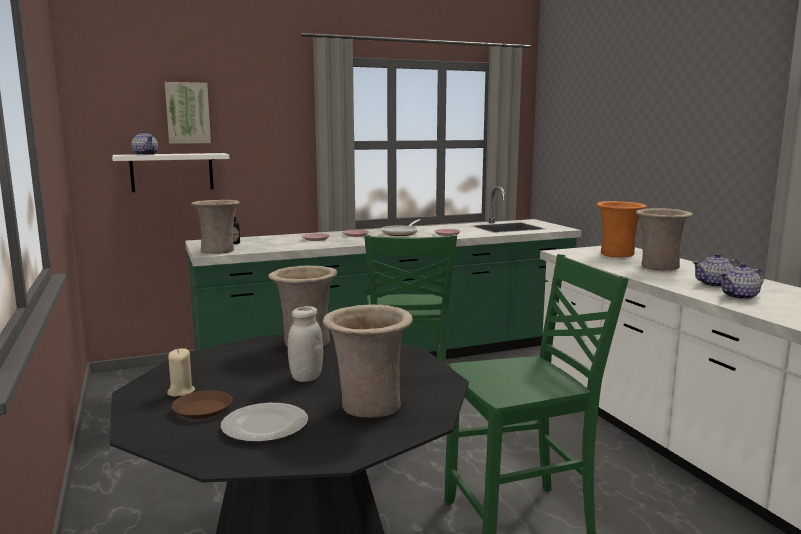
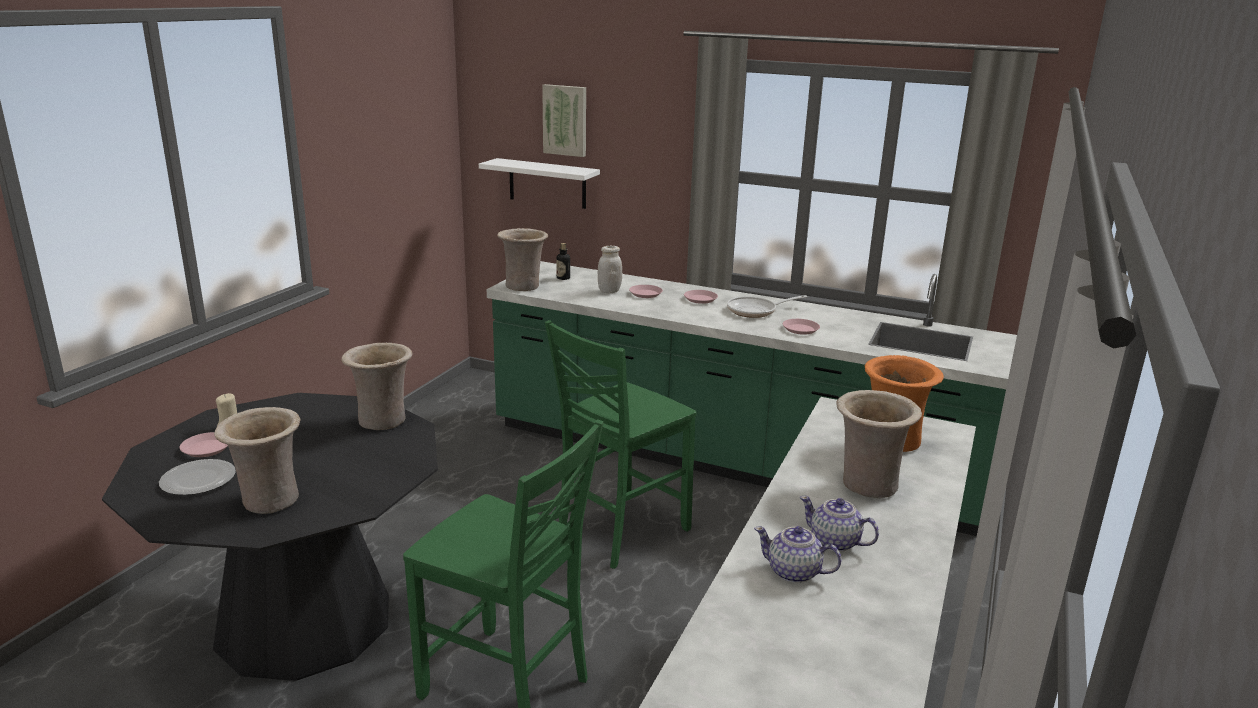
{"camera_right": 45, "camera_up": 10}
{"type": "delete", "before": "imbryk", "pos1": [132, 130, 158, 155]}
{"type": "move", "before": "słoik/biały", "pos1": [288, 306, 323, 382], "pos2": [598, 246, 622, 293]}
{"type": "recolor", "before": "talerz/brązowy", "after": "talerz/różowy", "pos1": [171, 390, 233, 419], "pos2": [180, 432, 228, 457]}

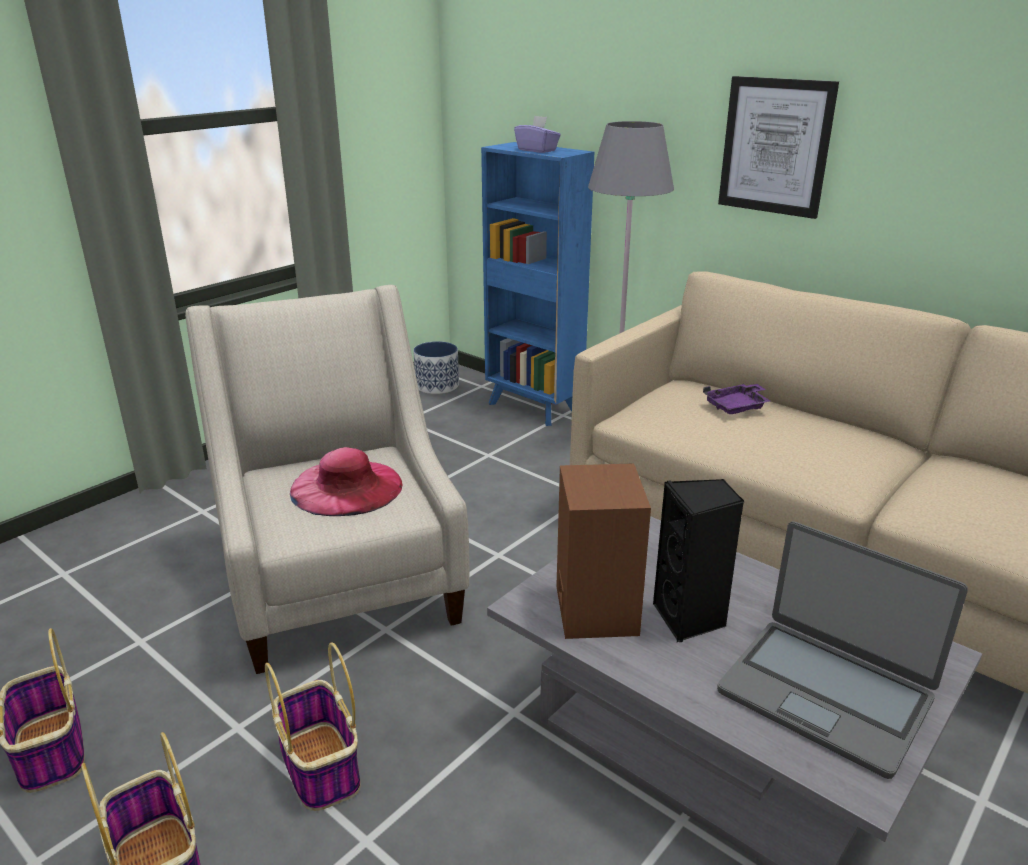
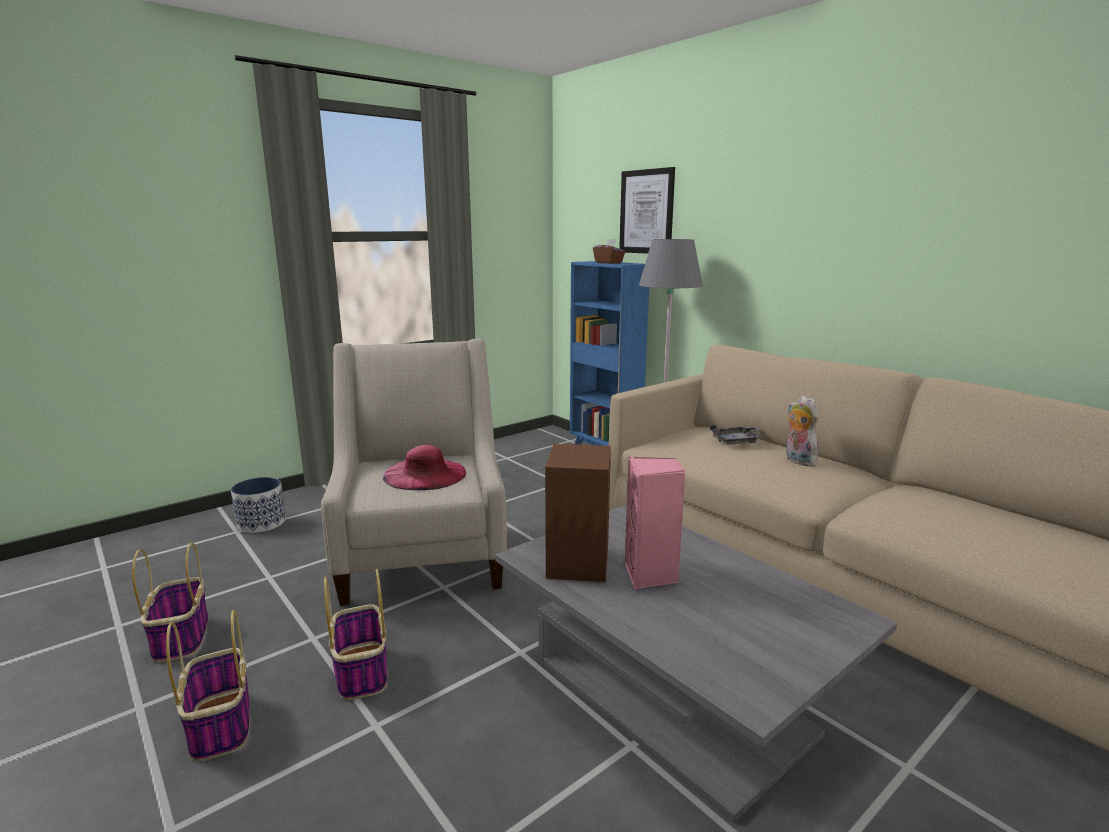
{"camera_right": 10, "camera_up": -10}
{"type": "delete", "before": "laptop", "pos1": [717, 521, 968, 779]}
{"type": "insert", "after": "pluszak", "pos2": [786, 396, 818, 466]}
{"type": "move", "before": "donica", "pos1": [413, 341, 459, 394], "pos2": [231, 477, 286, 533]}
{"type": "move", "before": "obraz", "pos1": [718, 76, 839, 219], "pos2": [619, 167, 675, 254]}
{"type": "recolor", "before": "pudełko chusteczek/fioletowy", "after": "pudełko chusteczek/brązowy", "pos1": [514, 116, 561, 153], "pos2": [593, 239, 626, 264]}
{"type": "recolor", "before": "głośnik/czarny", "after": "głośnik/różowy", "pos1": [653, 479, 744, 642], "pos2": [625, 456, 685, 589]}
{"type": "recolor", "before": "taca/fioletowy", "after": "taca/szary", "pos1": [703, 384, 771, 414], "pos2": [710, 425, 762, 445]}

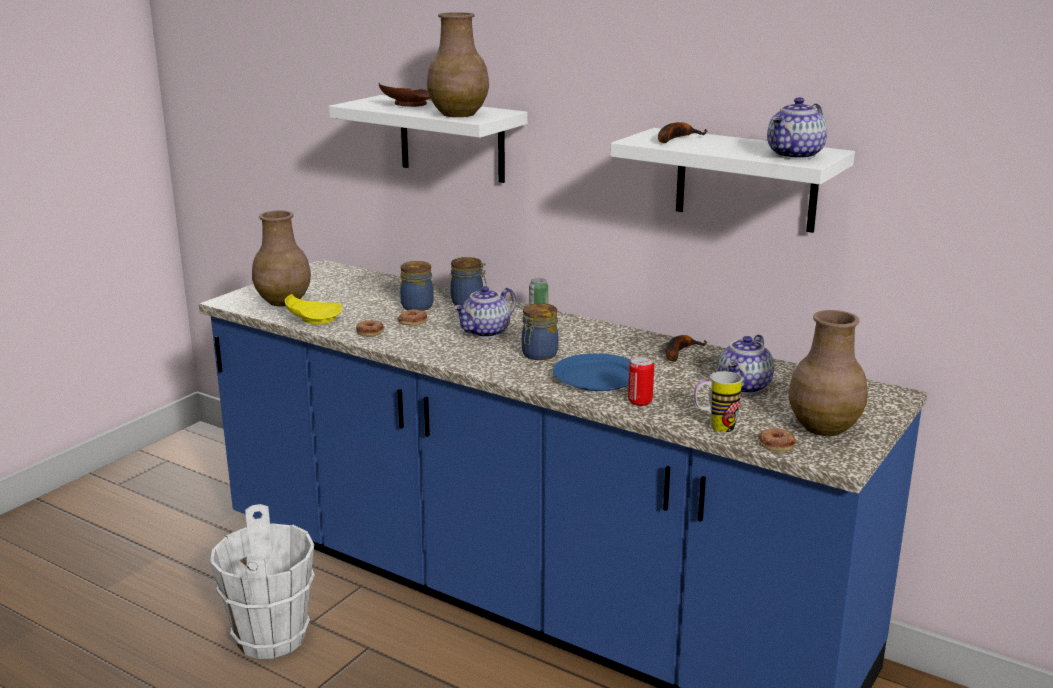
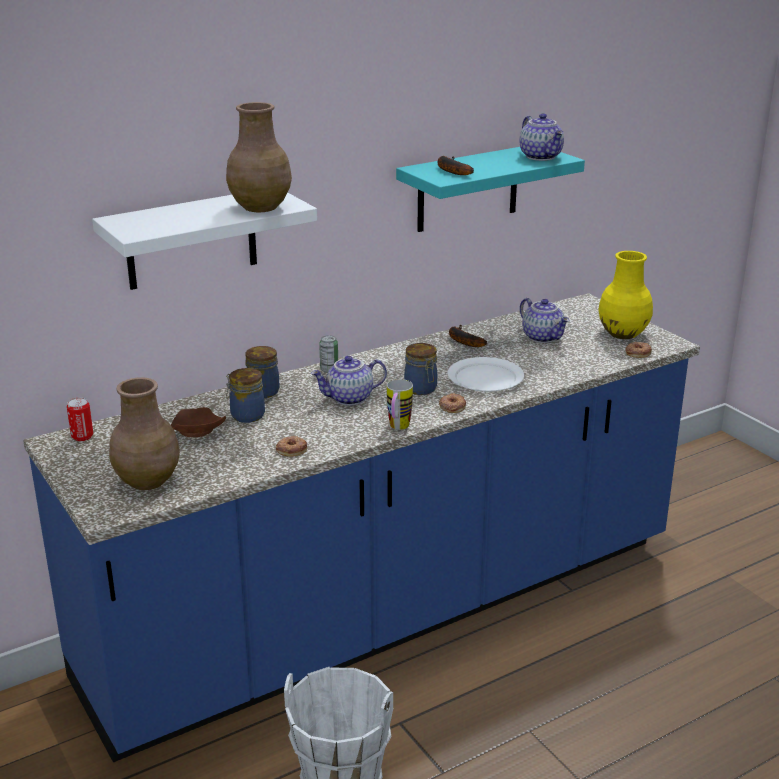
{"camera_right": -65, "camera_up": 5}
{"type": "delete", "before": "talerz/żółty", "pos1": [285, 294, 343, 325]}
{"type": "move", "before": "talerz/brązowy", "pos1": [379, 83, 430, 107], "pos2": [171, 407, 226, 437]}
{"type": "move", "before": "donut", "pos1": [398, 309, 427, 326], "pos2": [439, 393, 466, 413]}
{"type": "move", "before": "puszka", "pos1": [628, 356, 654, 406], "pos2": [67, 398, 93, 441]}
{"type": "move", "before": "kubek", "pos1": [694, 371, 742, 432], "pos2": [387, 379, 413, 430]}
{"type": "recolor", "before": "talerz/niebieski", "after": "talerz/biały", "pos1": [553, 353, 631, 391], "pos2": [447, 357, 524, 392]}
{"type": "recolor", "before": "półka/biały", "after": "półka/turkusowy", "pos1": [610, 128, 855, 233], "pos2": [396, 147, 585, 232]}
{"type": "recolor", "before": "wazon/brązowy", "after": "wazon/żółty", "pos1": [788, 310, 868, 436], "pos2": [598, 251, 653, 339]}
{"type": "rotate", "before": "imbryk", "pos1": [454, 286, 516, 338], "pos2": [311, 356, 387, 406], "turn": 90}

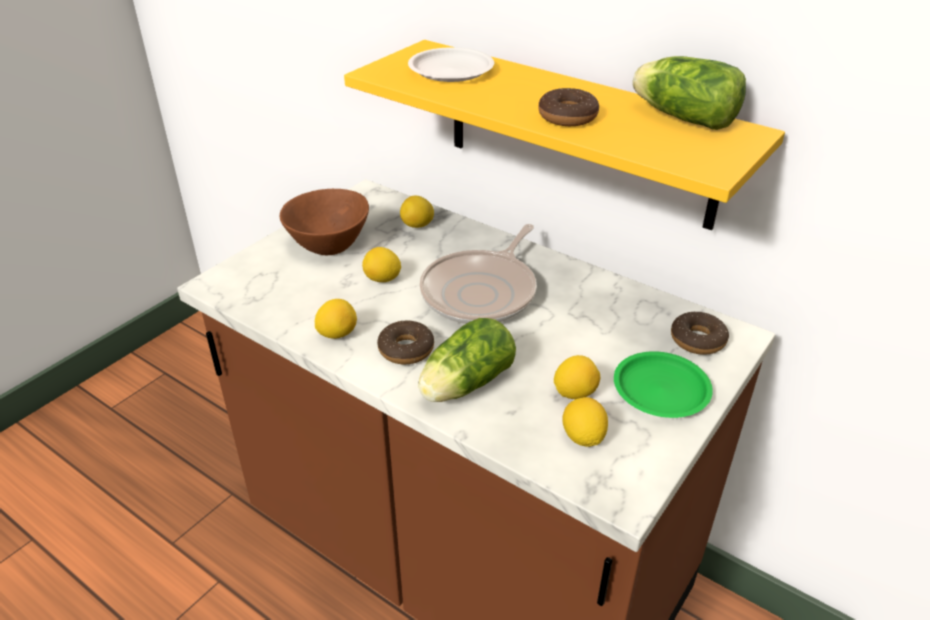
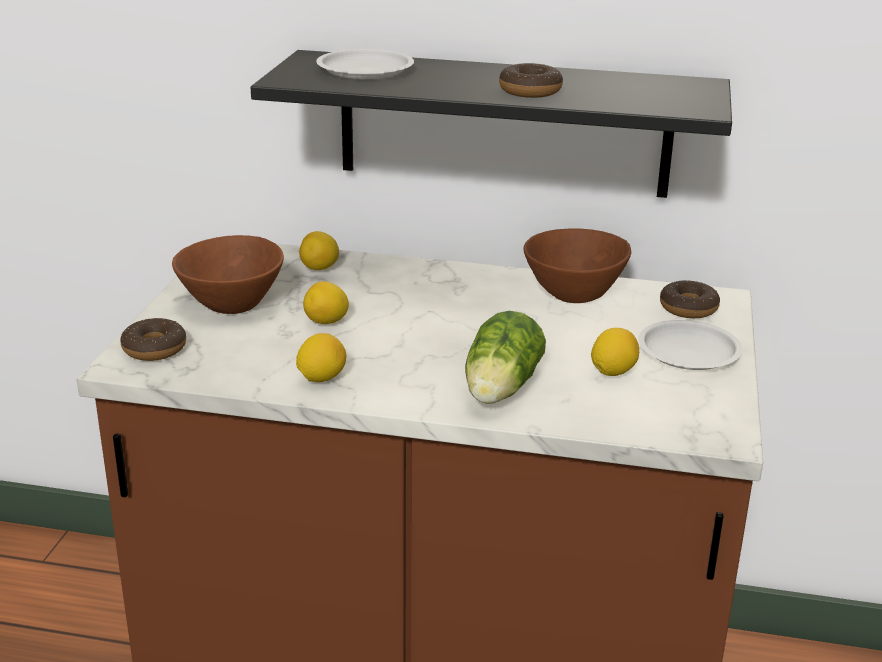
{"camera_right": -25, "camera_up": -10}
{"type": "delete", "before": "patelnia", "pos1": [420, 224, 537, 324]}
{"type": "delete", "before": "cytryna", "pos1": [562, 397, 608, 447]}
{"type": "delete", "before": "sałata", "pos1": [633, 56, 746, 130]}
{"type": "insert", "after": "miska/brązowy", "pos2": [524, 228, 631, 303]}
{"type": "move", "before": "donut", "pos1": [377, 320, 434, 364], "pos2": [120, 318, 186, 361]}
{"type": "recolor", "before": "półka/żółty", "after": "półka/czarny", "pos1": [344, 40, 785, 230], "pos2": [251, 50, 732, 198]}
{"type": "recolor", "before": "talerz/zielony", "after": "talerz/biały", "pos1": [614, 351, 713, 418], "pos2": [638, 320, 742, 370]}

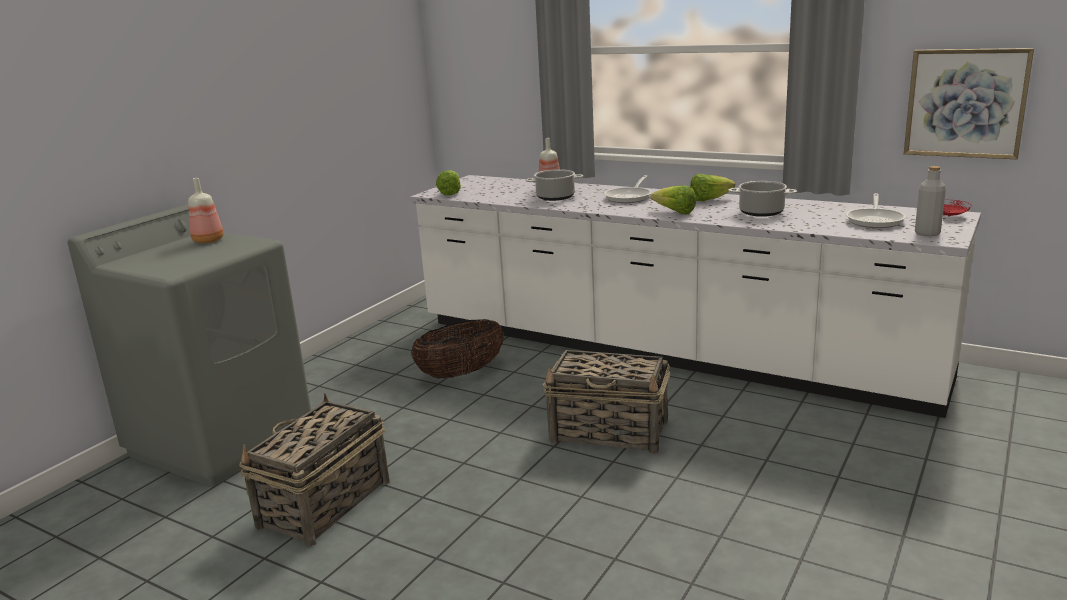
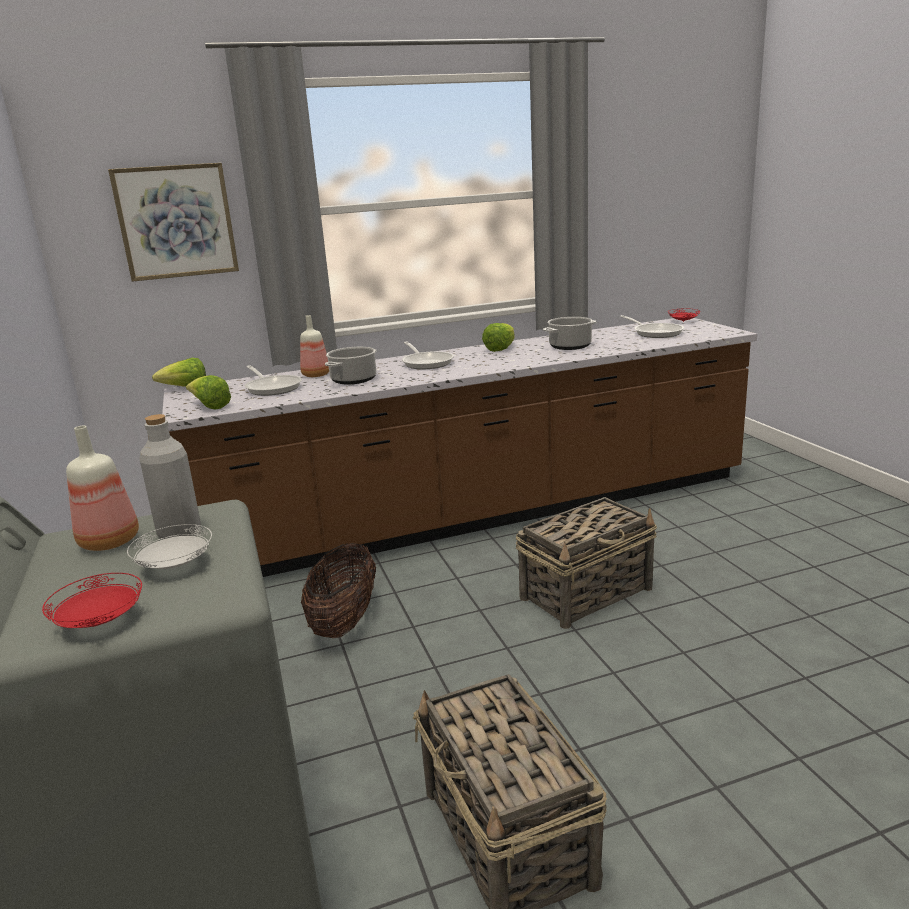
{"camera_right": -50, "camera_up": 0}
{"type": "insert", "after": "talerz/czerwony", "pos2": [42, 573, 142, 628]}
{"type": "insert", "after": "talerz/biały", "pos2": [127, 524, 212, 569]}
{"type": "insert", "after": "patelnia", "pos2": [245, 365, 302, 396]}
{"type": "move", "before": "sałata", "pos1": [650, 185, 696, 214], "pos2": [152, 358, 206, 387]}
{"type": "move", "before": "obraz", "pos1": [904, 48, 1034, 159], "pos2": [108, 163, 239, 282]}
{"type": "move", "before": "butelka/szary", "pos1": [915, 166, 946, 237], "pos2": [139, 414, 201, 539]}
{"type": "recolor", "before": "zabudowa kuchenna/biały", "after": "zabudowa kuchenna/brązowy", "pos1": [410, 175, 981, 418], "pos2": [162, 318, 757, 577]}

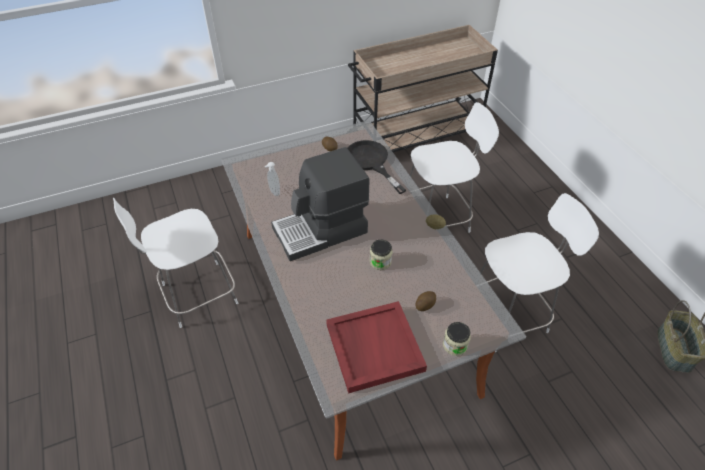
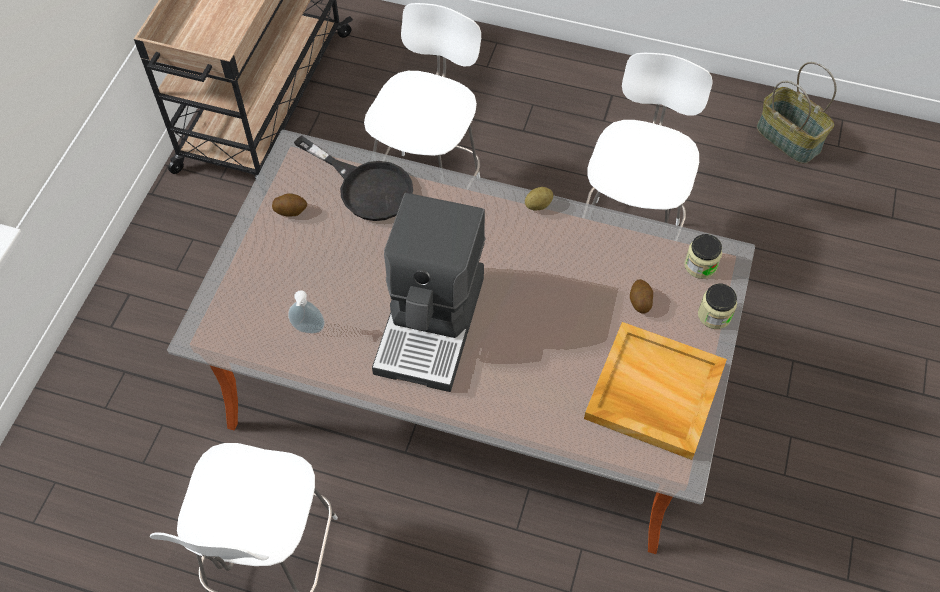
{"camera_right": -50, "camera_up": 10}
{"type": "move", "before": "słoik", "pos1": [370, 240, 392, 270], "pos2": [684, 234, 722, 279]}
{"type": "recolor", "before": "taca/czerwony", "after": "taca/beżowy", "pos1": [326, 301, 427, 394], "pos2": [584, 322, 727, 460]}
{"type": "rotate", "before": "patelnia/czarny", "pos1": [348, 140, 406, 194], "pos2": [294, 136, 413, 221], "turn": -150}

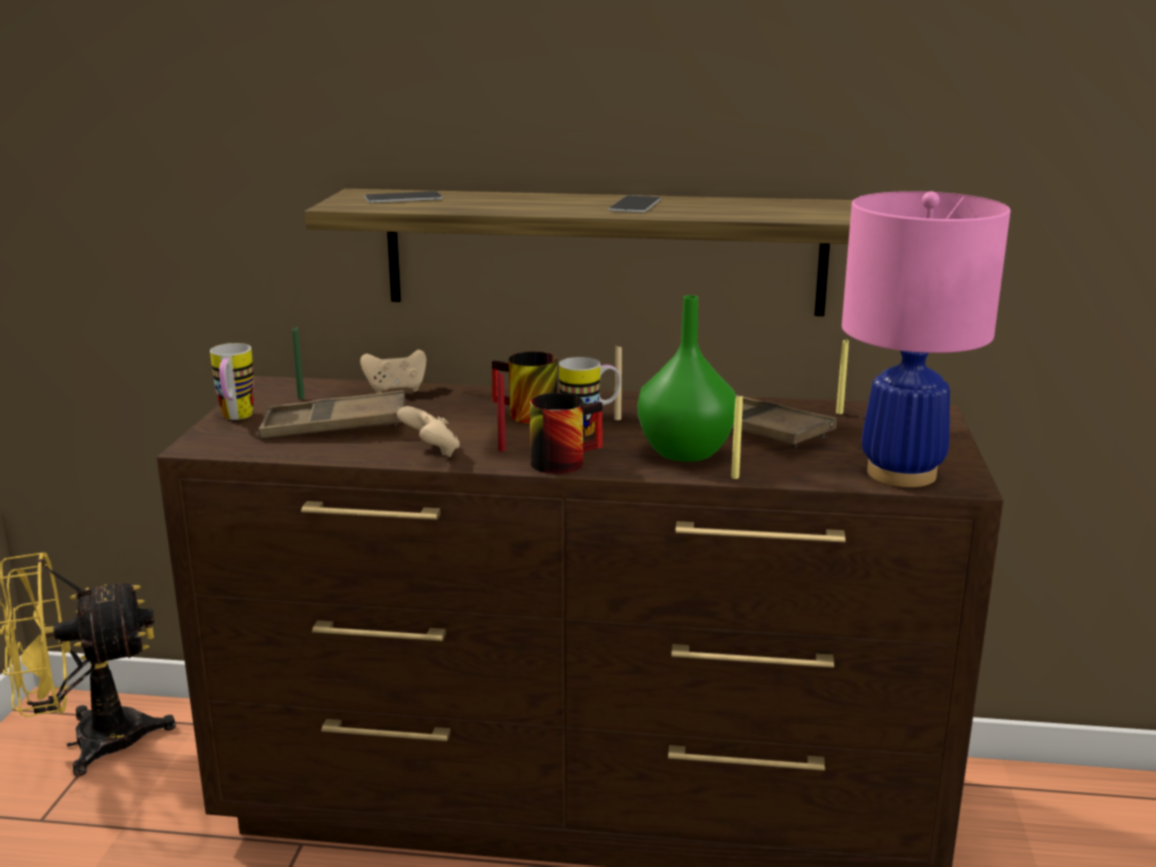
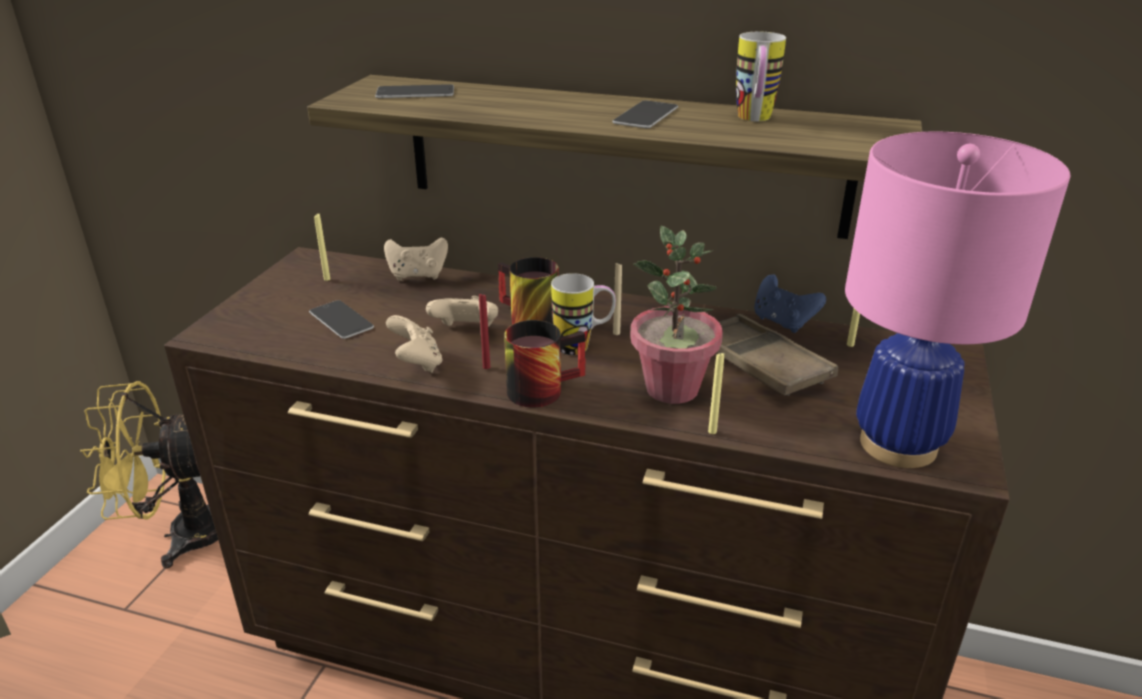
{"camera_right": 10, "camera_up": 10}
{"type": "insert", "after": "pad do gier/beżowy", "pos2": [426, 296, 498, 327]}
{"type": "insert", "after": "pad do gier/niebieski", "pos2": [754, 274, 826, 333]}
{"type": "move", "before": "kubek", "pos1": [210, 343, 254, 420], "pos2": [736, 32, 786, 121]}
{"type": "replace", "before": "taca/brązowy", "after": "telefon", "pos1": [258, 390, 405, 438], "pos2": [309, 300, 374, 339]}
{"type": "replace", "before": "wazon/zielony", "after": "roślina doniczkowa", "pos1": [637, 295, 736, 462], "pos2": [630, 226, 723, 404]}
{"type": "recolor", "before": "świeca/zielony", "after": "świeca/żółty", "pos1": [292, 327, 305, 399], "pos2": [314, 213, 330, 281]}

